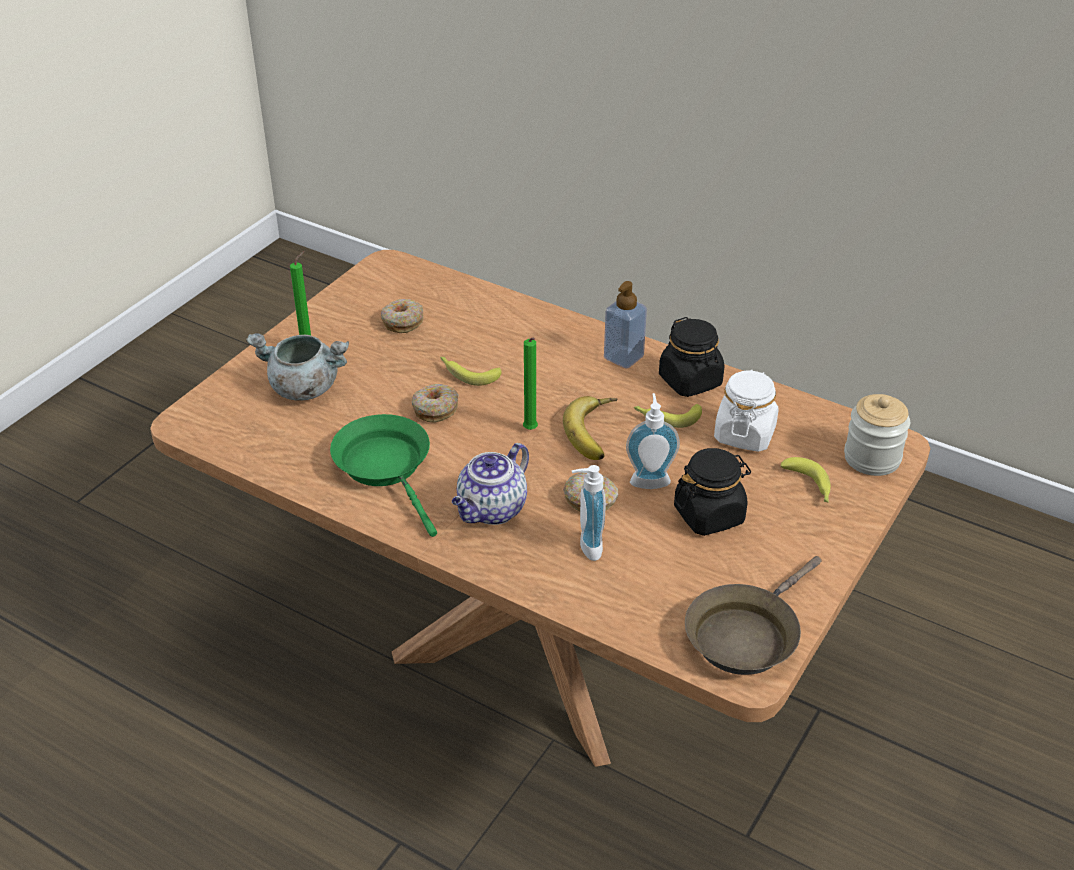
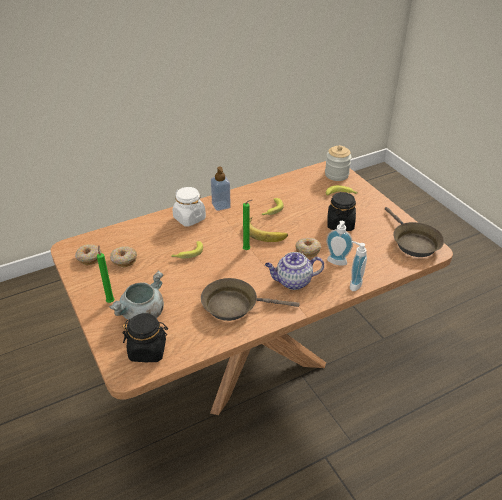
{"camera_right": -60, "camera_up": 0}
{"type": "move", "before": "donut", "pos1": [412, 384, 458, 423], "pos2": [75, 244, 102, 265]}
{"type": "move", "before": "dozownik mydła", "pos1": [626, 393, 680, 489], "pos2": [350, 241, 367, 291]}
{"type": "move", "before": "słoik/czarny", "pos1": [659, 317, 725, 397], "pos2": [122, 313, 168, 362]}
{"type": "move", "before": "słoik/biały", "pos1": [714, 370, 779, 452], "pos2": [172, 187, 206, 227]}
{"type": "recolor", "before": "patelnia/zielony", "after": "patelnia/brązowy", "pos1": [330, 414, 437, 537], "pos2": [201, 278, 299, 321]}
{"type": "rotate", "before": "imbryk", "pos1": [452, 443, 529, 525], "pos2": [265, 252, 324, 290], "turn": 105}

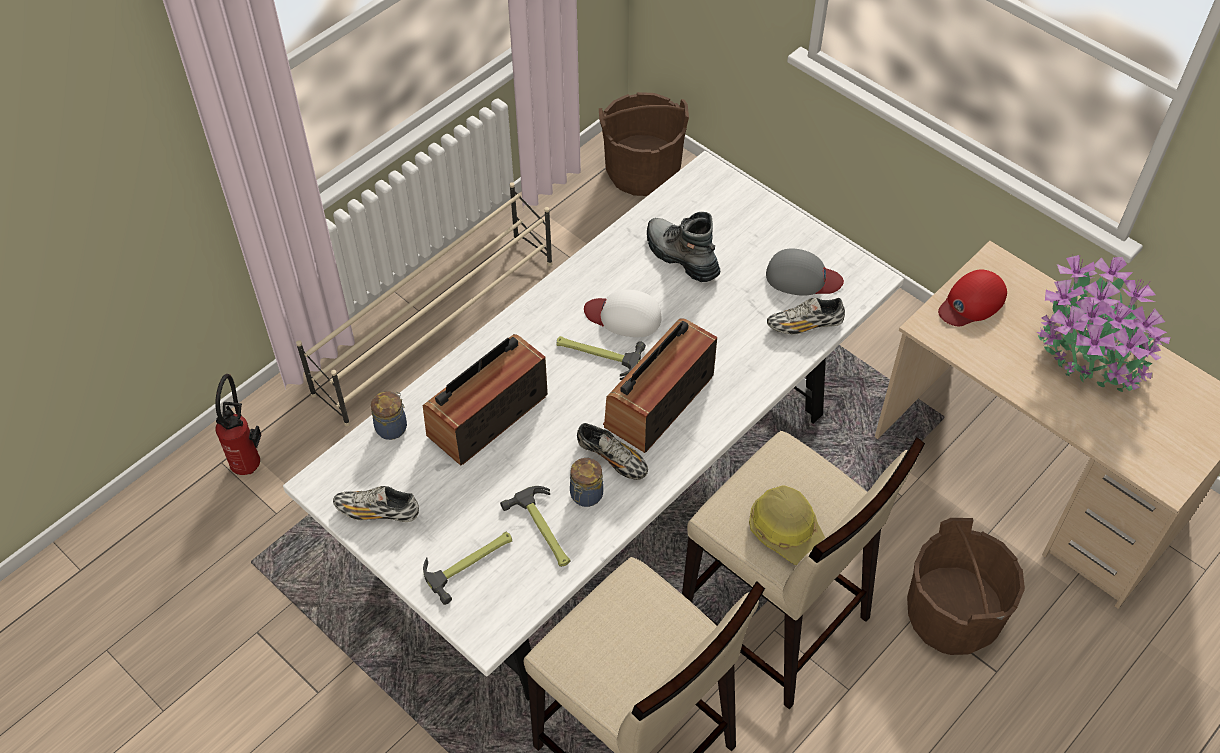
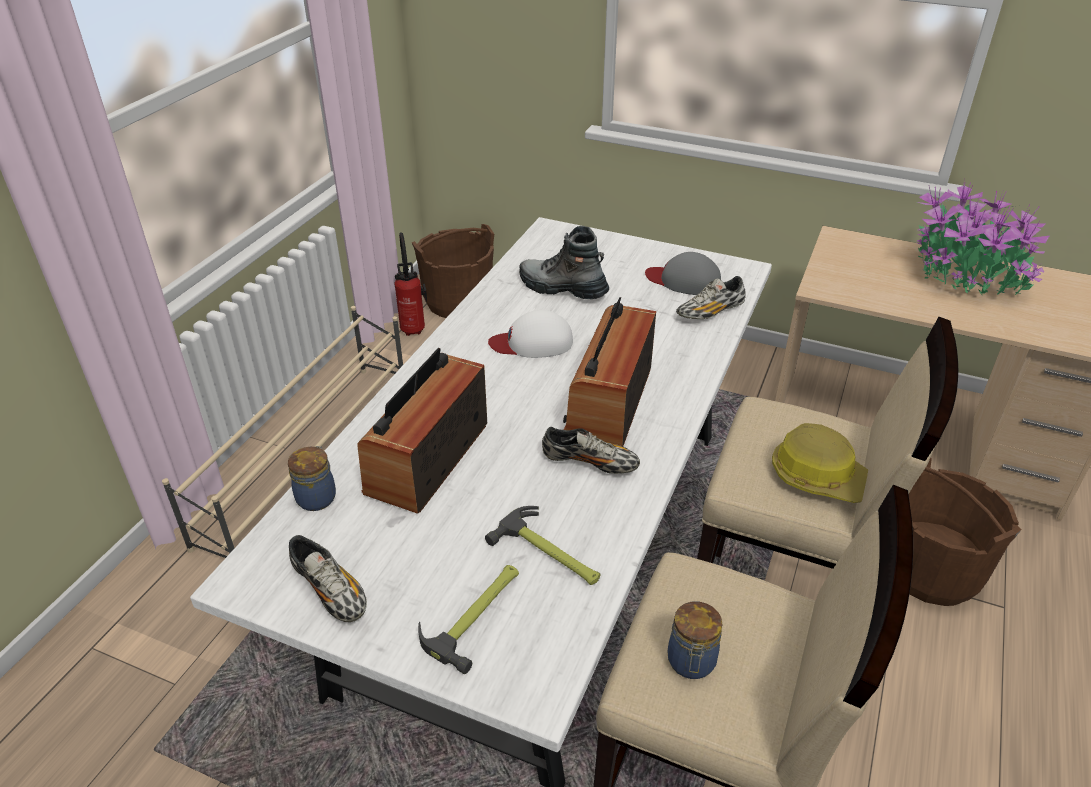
{"camera_right": -20, "camera_up": -15}
{"type": "delete", "before": "młotek", "pos1": [557, 336, 646, 380]}
{"type": "delete", "before": "czapka z daszkiem/czerwony", "pos1": [938, 270, 1007, 326]}
{"type": "move", "before": "gaśnica", "pos1": [215, 374, 261, 475], "pos2": [394, 232, 427, 336]}
{"type": "move", "before": "słoik", "pos1": [570, 458, 604, 507], "pos2": [668, 602, 723, 679]}
{"type": "rotate", "before": "but", "pos1": [333, 486, 419, 522], "pos2": [289, 535, 367, 622], "turn": -120}
{"type": "rotate", "before": "czapka z daszkiem/szary", "pos1": [766, 248, 844, 296], "pos2": [645, 252, 721, 295], "turn": -150}

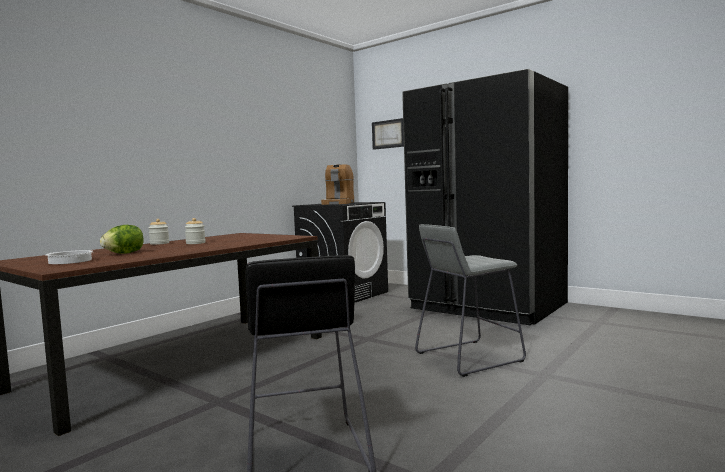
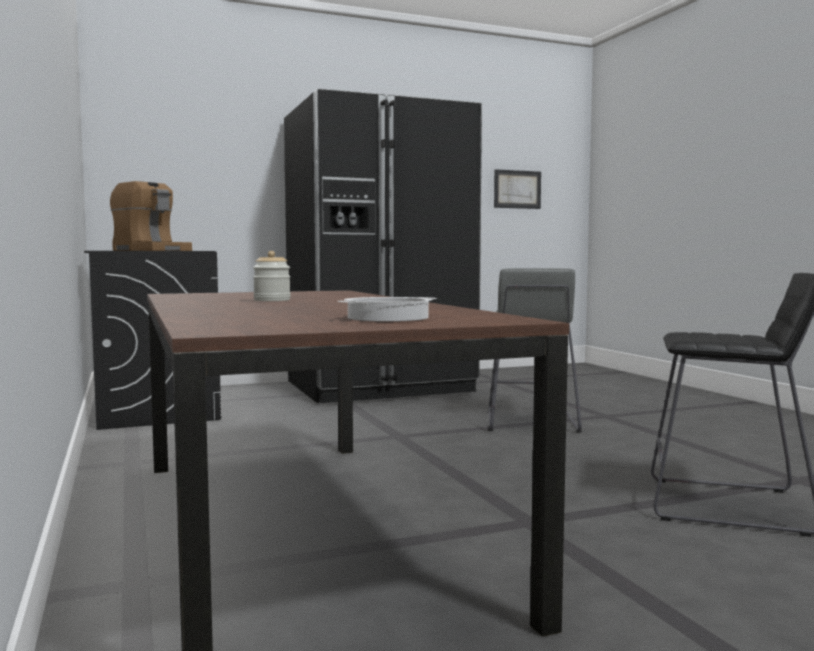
{"camera_right": -60, "camera_up": 0}
{"type": "delete", "before": "sałata", "pos1": [100, 225, 144, 254]}
{"type": "delete", "before": "słoik", "pos1": [149, 219, 169, 245]}
{"type": "move", "before": "obraz", "pos1": [372, 118, 404, 150], "pos2": [494, 169, 541, 209]}

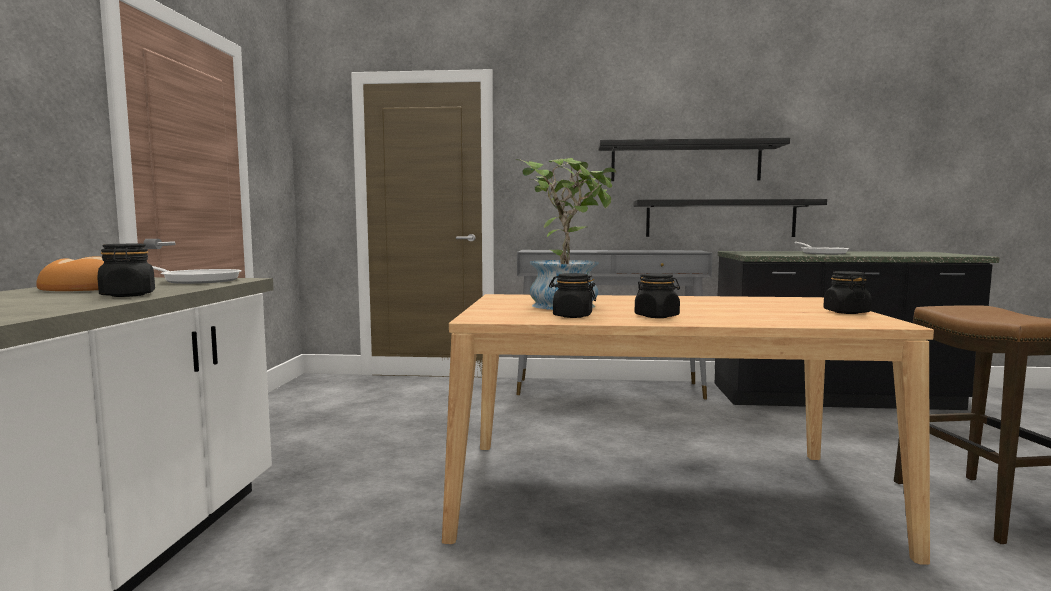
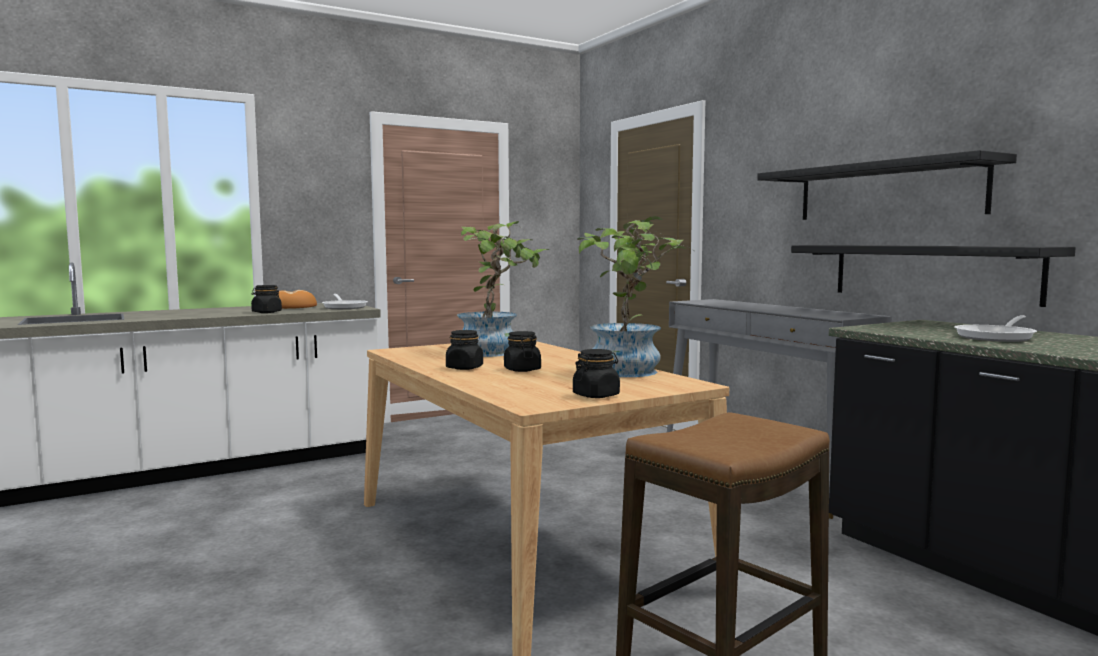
{"camera_right": 55, "camera_up": 0}
{"type": "insert", "after": "roślina doniczkowa", "pos2": [577, 216, 696, 377]}
{"type": "move", "before": "słoik/czarny", "pos1": [549, 273, 596, 318], "pos2": [504, 331, 541, 372]}

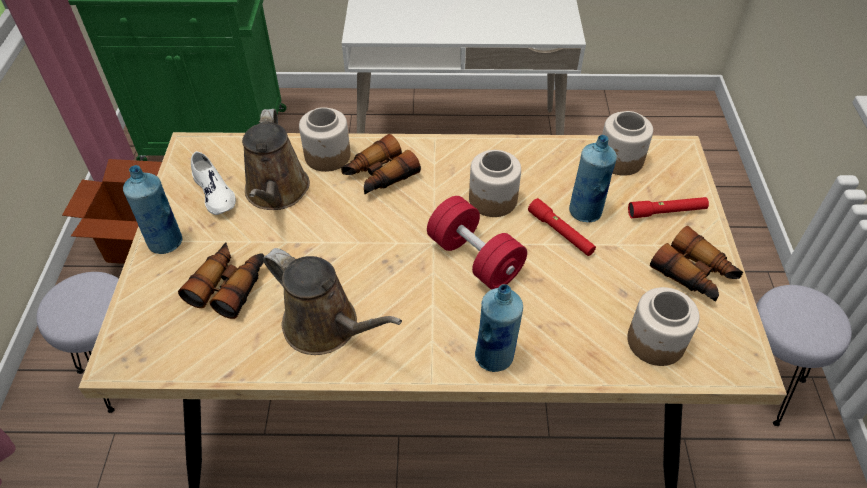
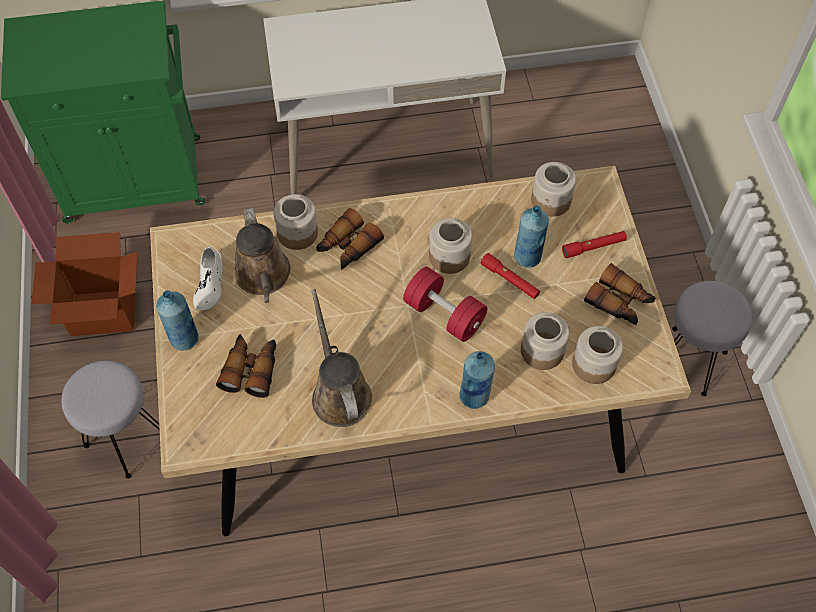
{"camera_right": -10, "camera_up": 10}
{"type": "insert", "after": "słoik", "pos2": [521, 312, 569, 370]}
{"type": "rotate", "before": "but/biały", "pos1": [191, 151, 236, 215], "pos2": [193, 247, 223, 310], "turn": 45}
{"type": "rotate", "before": "konewka/brązowy", "pos1": [263, 248, 402, 355], "pos2": [311, 289, 372, 427], "turn": -135}

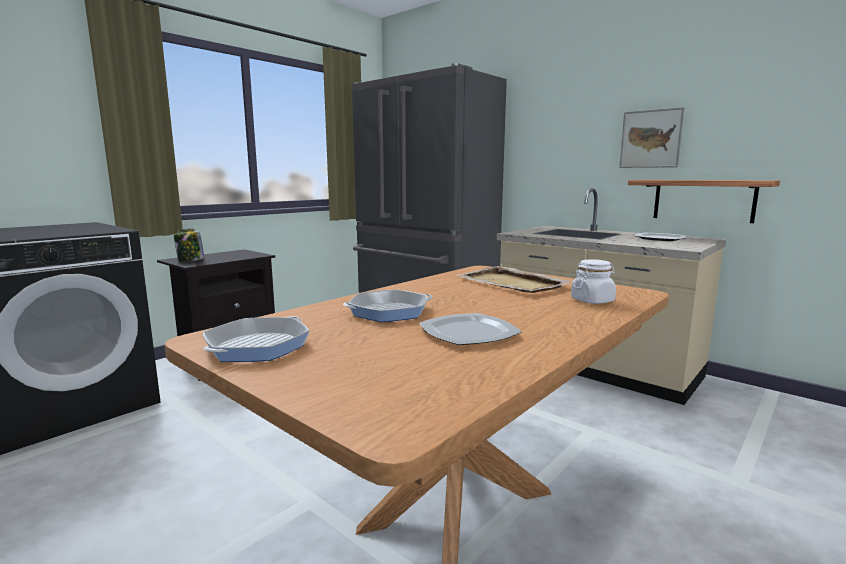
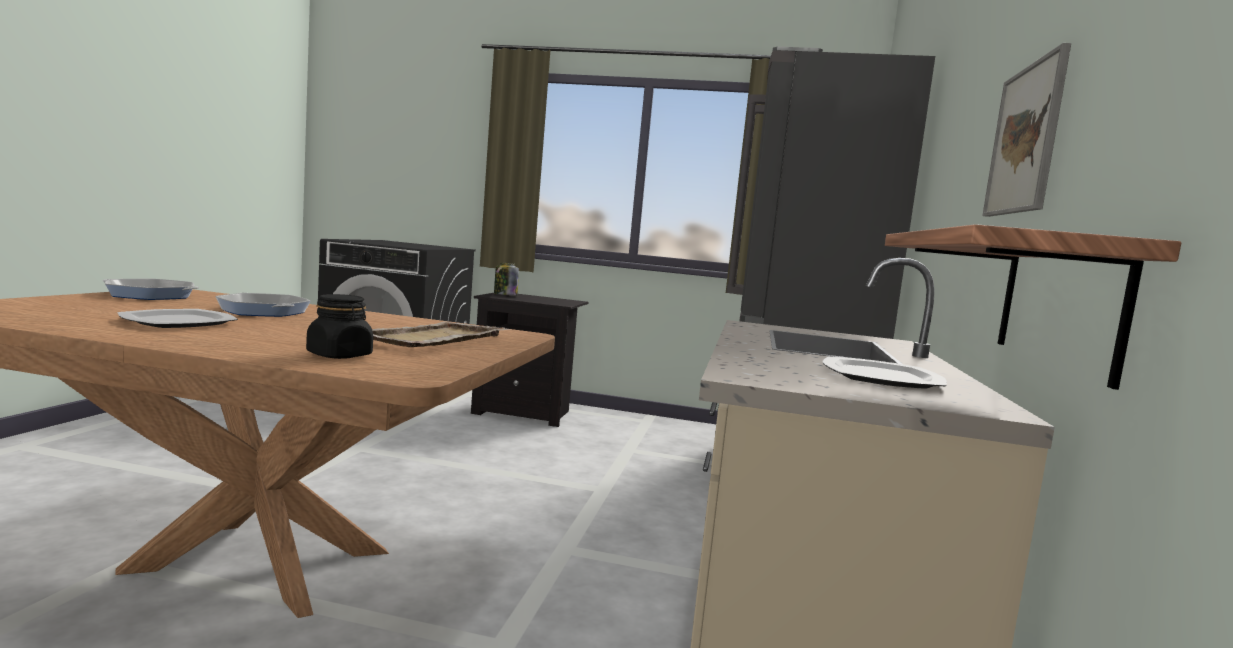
{"camera_right": 60, "camera_up": -5}
{"type": "recolor", "before": "słoik/biały", "after": "słoik/czarny", "pos1": [571, 259, 616, 304], "pos2": [306, 294, 373, 359]}

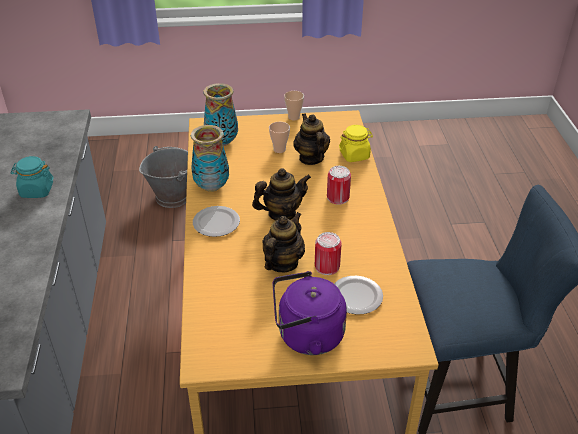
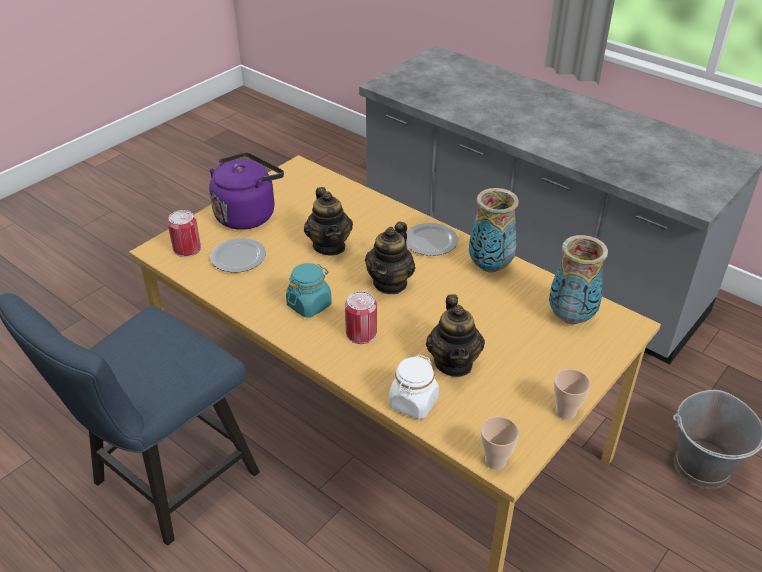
{"camera_right": 135, "camera_up": 0}
{"type": "move", "before": "słoik/turkusowy", "pos1": [10, 156, 54, 198], "pos2": [286, 263, 332, 318]}
{"type": "move", "before": "filiżanka", "pos1": [269, 122, 290, 153], "pos2": [481, 417, 519, 470]}
{"type": "move", "before": "puszka", "pos1": [315, 232, 342, 275], "pos2": [167, 210, 201, 257]}
{"type": "recolor", "before": "słoik/żółty", "after": "słoik/biały", "pos1": [339, 125, 373, 162], "pos2": [389, 355, 439, 419]}
{"type": "rotate", "before": "imbryk", "pos1": [293, 113, 330, 165], "pos2": [426, 294, 485, 377], "turn": 60}

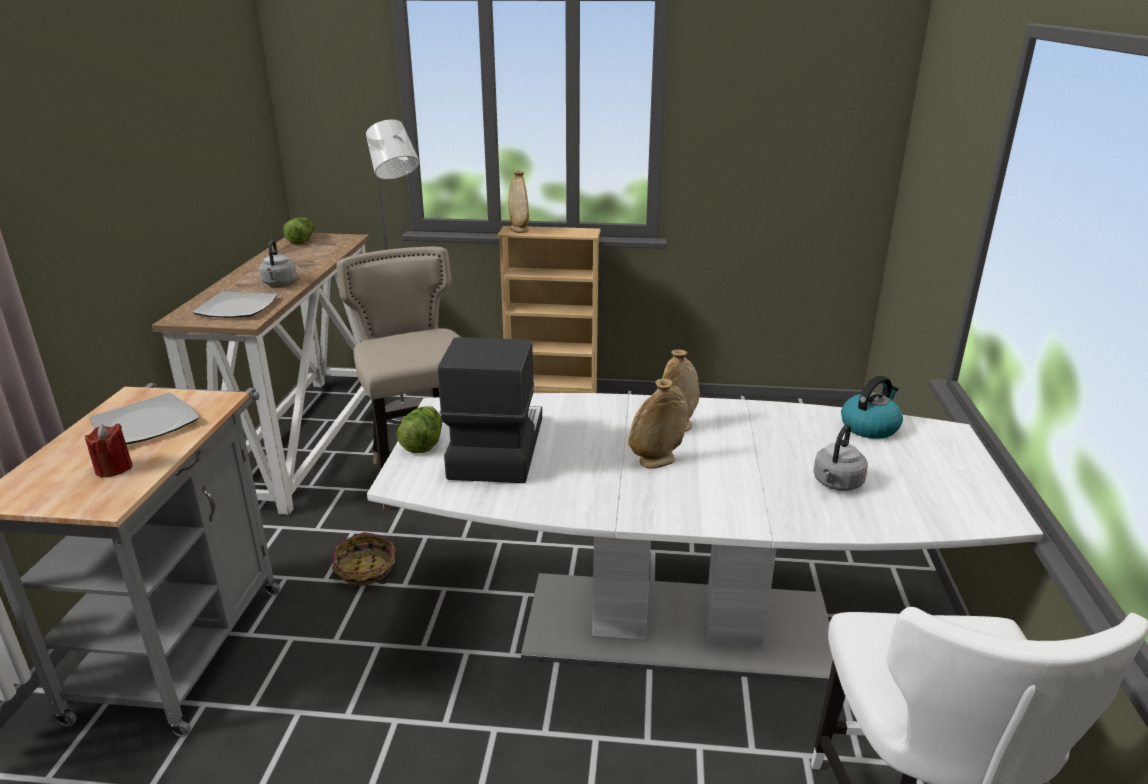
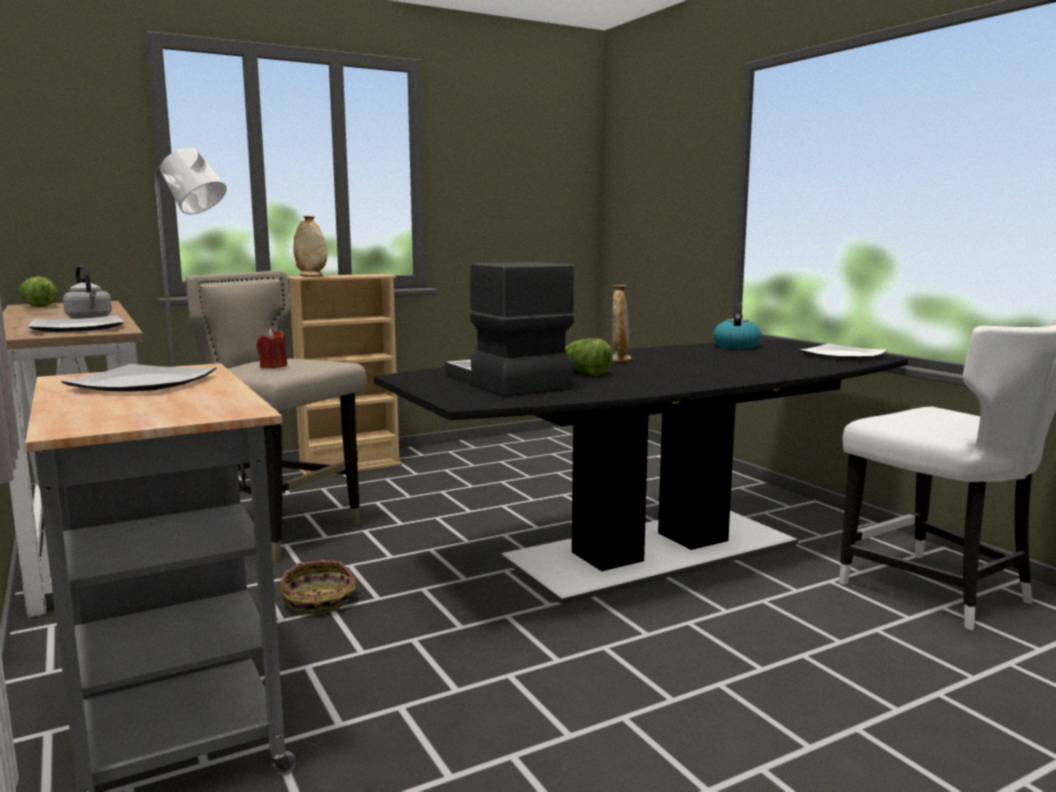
{"camera_right": -35, "camera_up": -15}
{"type": "delete", "before": "wazon/beżowy", "pos1": [628, 379, 688, 469]}
{"type": "delete", "before": "czajnik/szary", "pos1": [813, 424, 868, 491]}
{"type": "insert", "after": "talerz", "pos2": [799, 344, 888, 360]}
{"type": "move", "before": "świeca/czerwony", "pos1": [85, 423, 132, 478], "pos2": [257, 329, 287, 368]}
{"type": "move", "before": "sałata", "pos1": [397, 406, 442, 453], "pos2": [565, 338, 613, 376]}
{"type": "recolor", "before": "stół jadalny/biały", "after": "stół jadalny/czarny", "pos1": [367, 393, 1043, 683], "pos2": [374, 340, 908, 604]}

